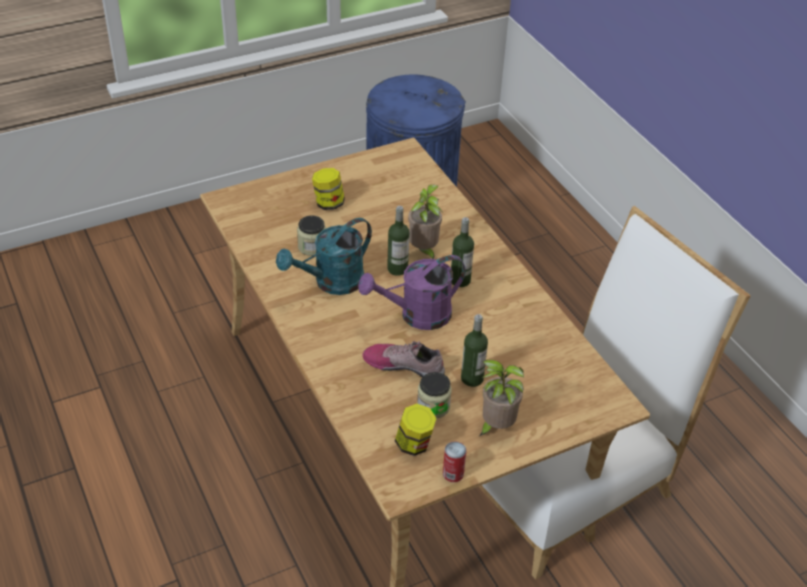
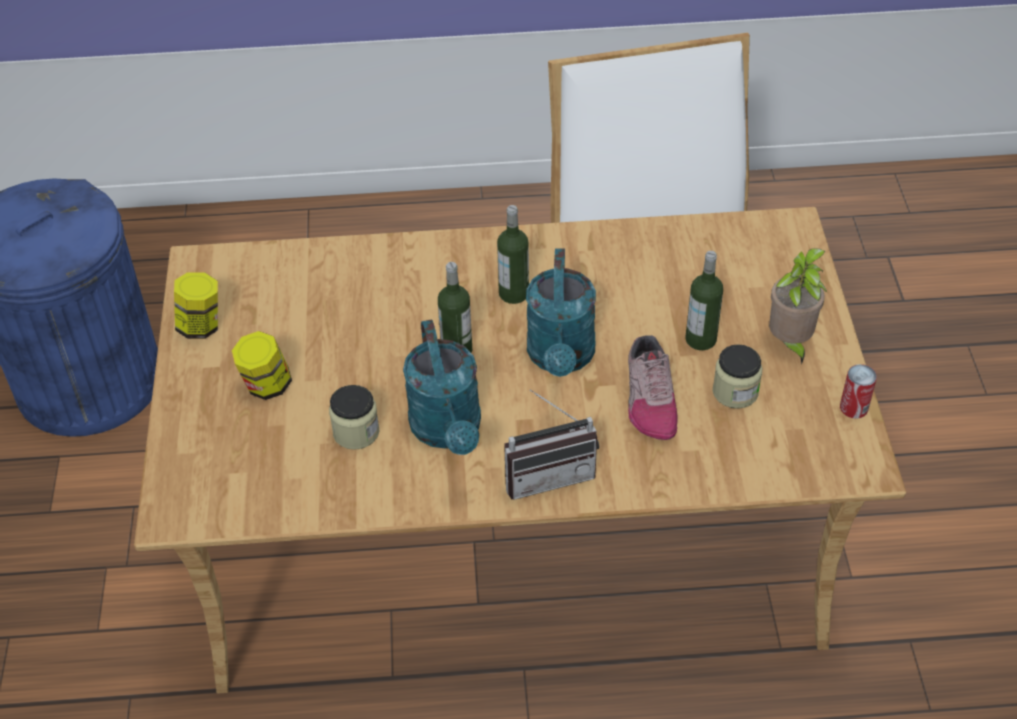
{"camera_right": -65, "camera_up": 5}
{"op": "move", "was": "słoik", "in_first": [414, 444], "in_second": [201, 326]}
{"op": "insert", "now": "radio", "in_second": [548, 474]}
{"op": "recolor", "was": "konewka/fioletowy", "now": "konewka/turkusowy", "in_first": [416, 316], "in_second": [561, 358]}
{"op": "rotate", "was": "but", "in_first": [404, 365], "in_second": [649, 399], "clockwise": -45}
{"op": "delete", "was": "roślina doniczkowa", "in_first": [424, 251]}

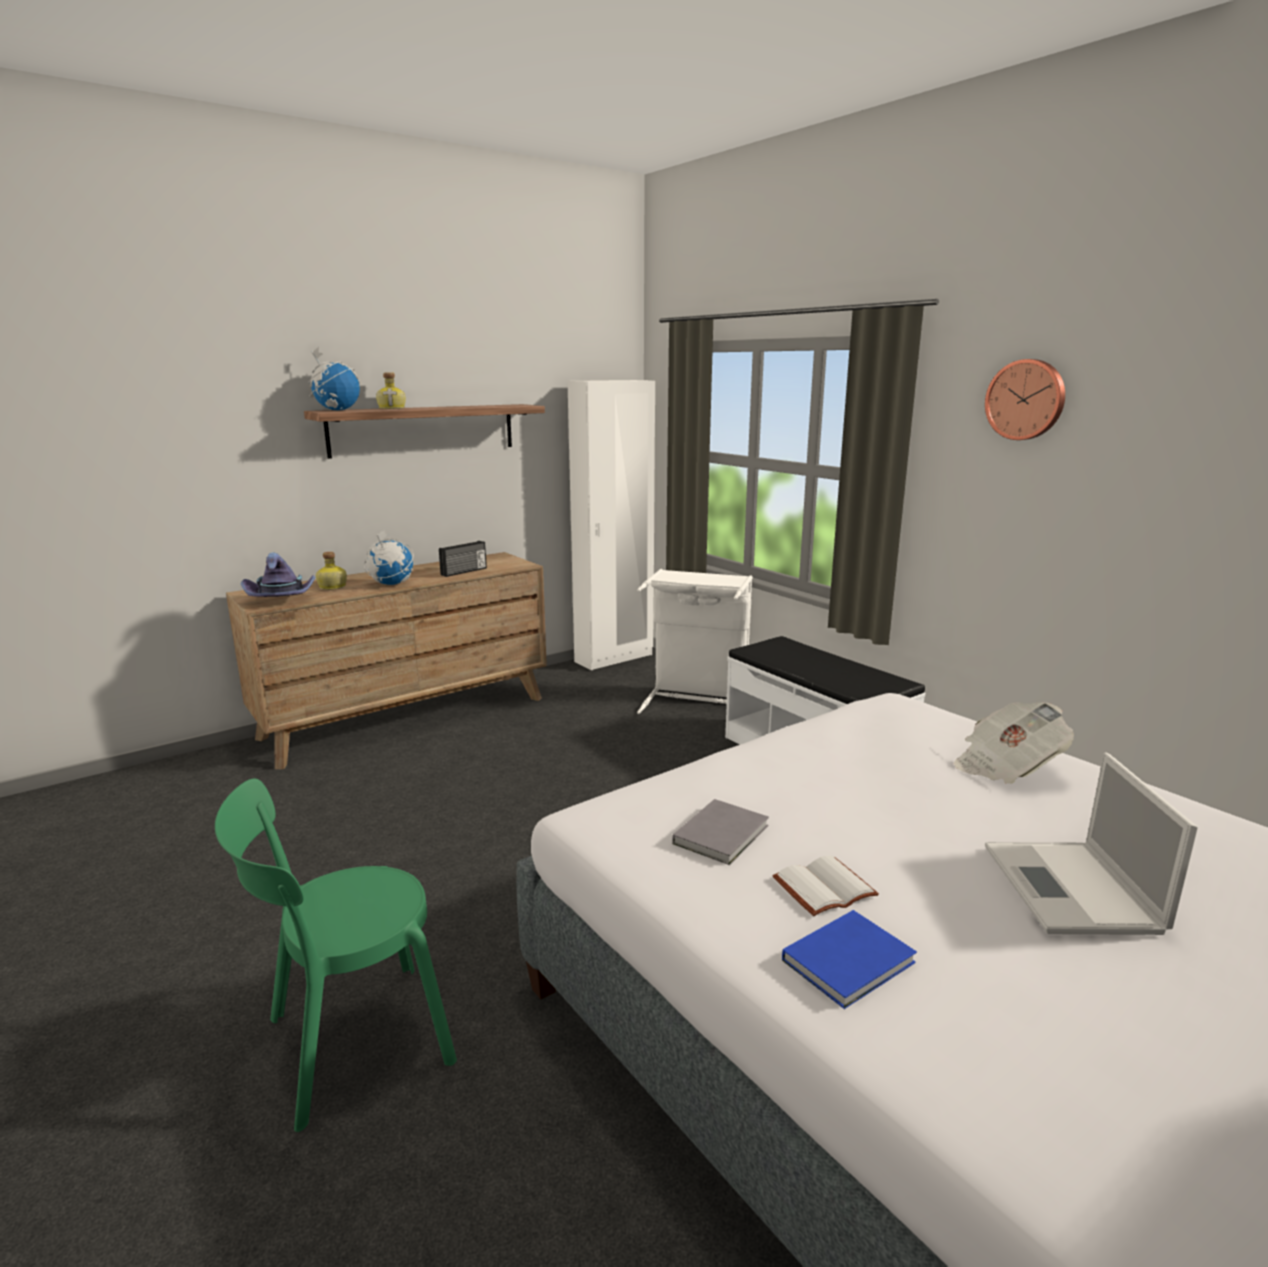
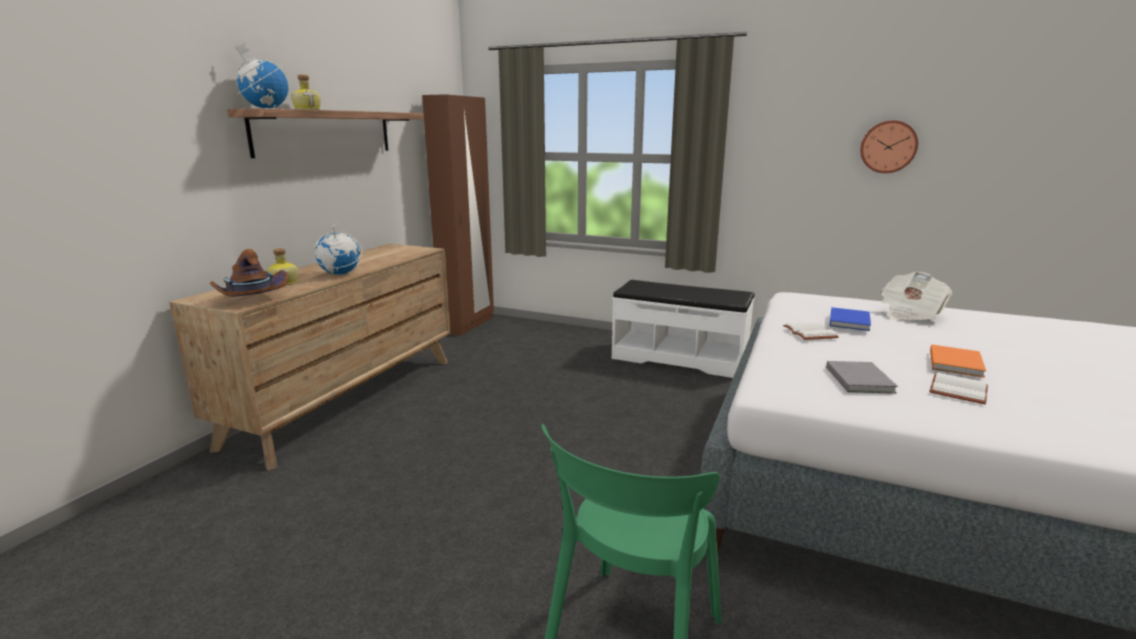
{"camera_right": -30, "camera_up": 0}
{"op": "recolor", "was": "kapelusz/fioletowy", "now": "kapelusz/brązowy", "in_first": [282, 599], "in_second": [251, 298]}
{"op": "recolor", "was": "szafa/biały", "now": "szafa/brązowy", "in_first": [614, 658], "in_second": [468, 324]}
{"op": "insert", "now": "książka/biały", "in_second": [808, 332]}
{"op": "move", "was": "książka/niebieski", "in_first": [852, 961], "in_second": [850, 321]}
{"op": "move", "was": "zegar ścienny", "in_first": [1026, 400], "in_second": [888, 147]}
{"op": "insert", "now": "książka/pomarańczowy", "in_second": [956, 363]}
{"op": "delete", "was": "radio", "in_first": [464, 572]}
{"op": "delete", "was": "kosz na pranie/biały", "in_first": [696, 701]}
{"op": "delete", "was": "laptop", "in_first": [1073, 890]}

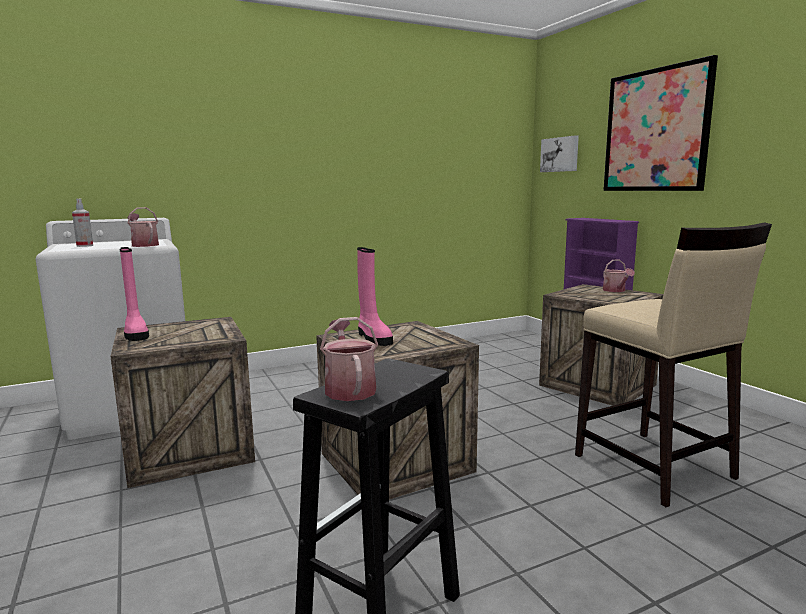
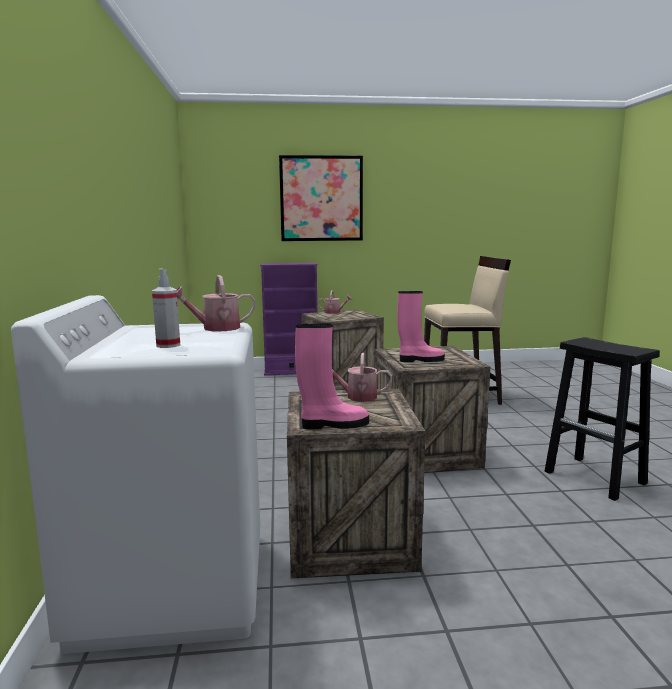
{"camera_right": -70, "camera_up": 0}
{"op": "move", "was": "konewka", "in_first": [349, 388], "in_second": [357, 396]}
{"op": "delete", "was": "obraz", "in_first": [560, 154]}

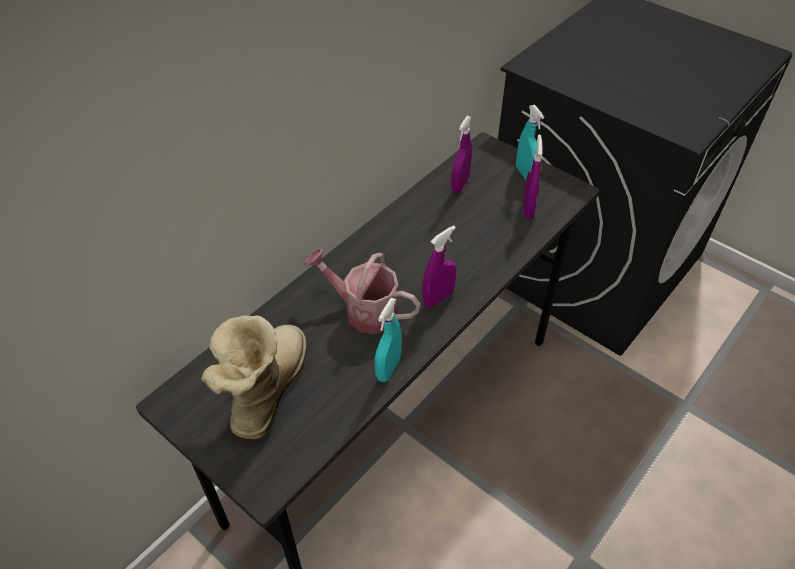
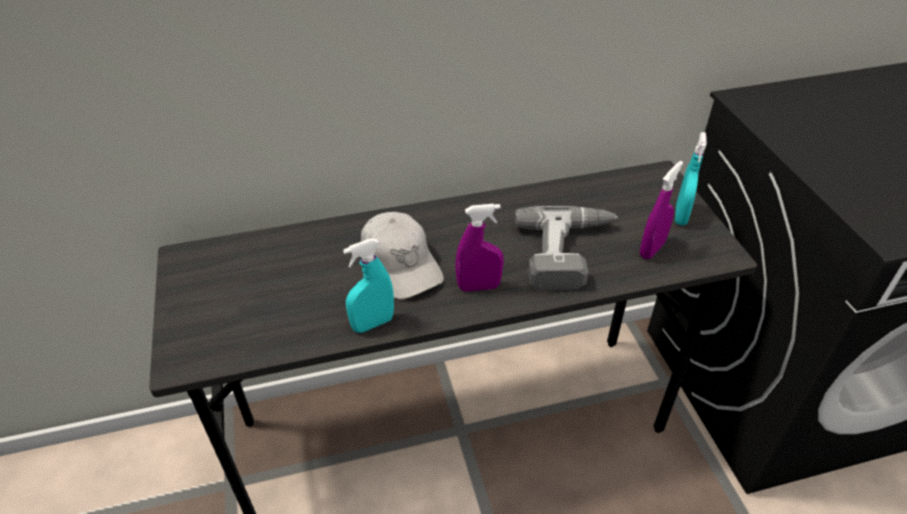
{"camera_right": 35, "camera_up": -5}
{"op": "replace", "was": "konewka", "now": "czapka z daszkiem/biały", "in_first": [364, 310], "in_second": [401, 264]}
{"op": "insert", "now": "wiertarka", "in_second": [569, 253]}
{"op": "delete", "was": "but z cholewką", "in_first": [264, 390]}
{"op": "delete", "was": "spryskiwacz/fioletowy", "in_first": [460, 185]}

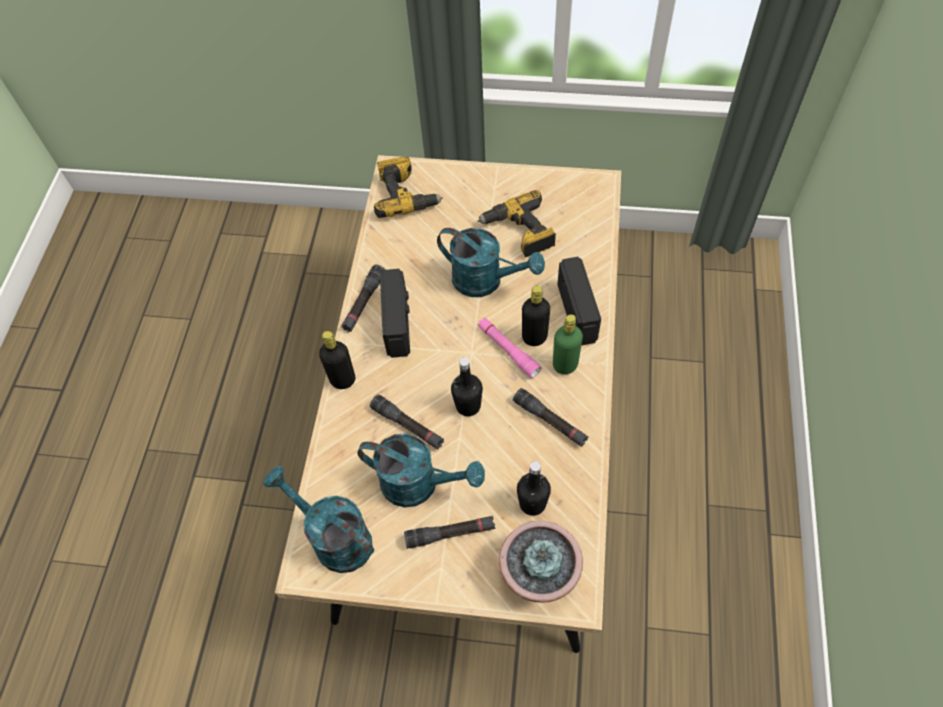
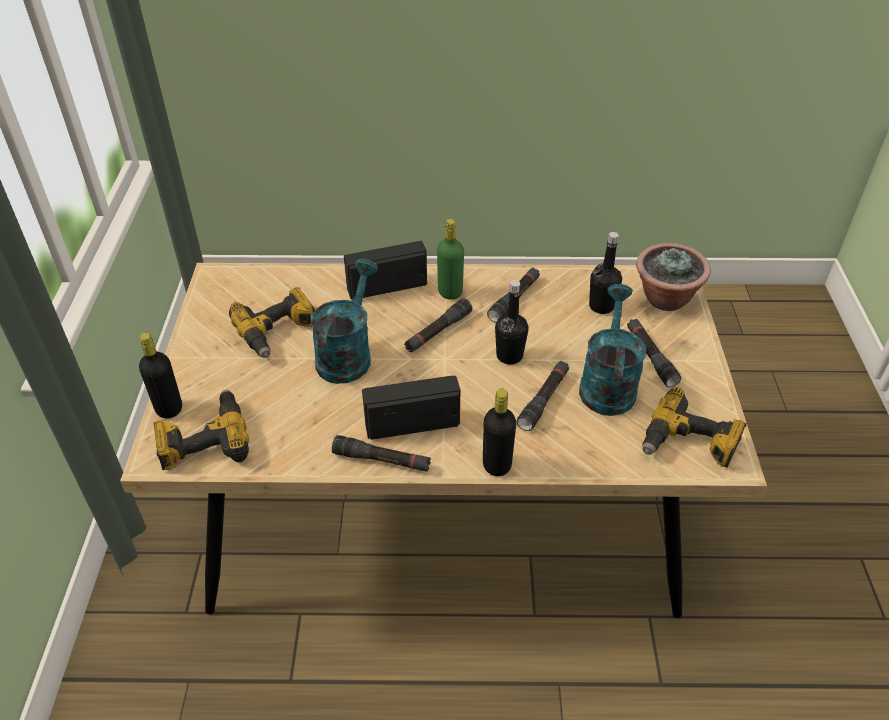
{"camera_right": -100, "camera_up": -15}
{"op": "move", "was": "butelka/czarny", "in_first": [534, 337], "in_second": [169, 408]}
{"op": "recolor", "was": "latarka/różowy", "now": "latarka/czarny", "in_first": [508, 350], "in_second": [438, 331]}
{"op": "replace", "was": "konewka/turkusowy", "now": "wiertarka", "in_first": [333, 537], "in_second": [689, 444]}

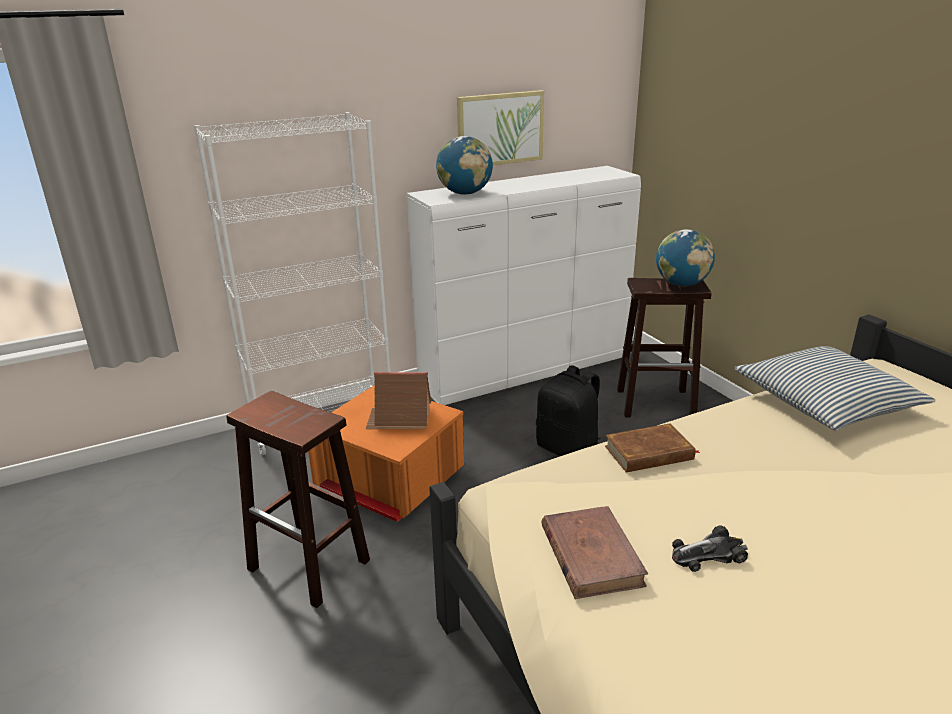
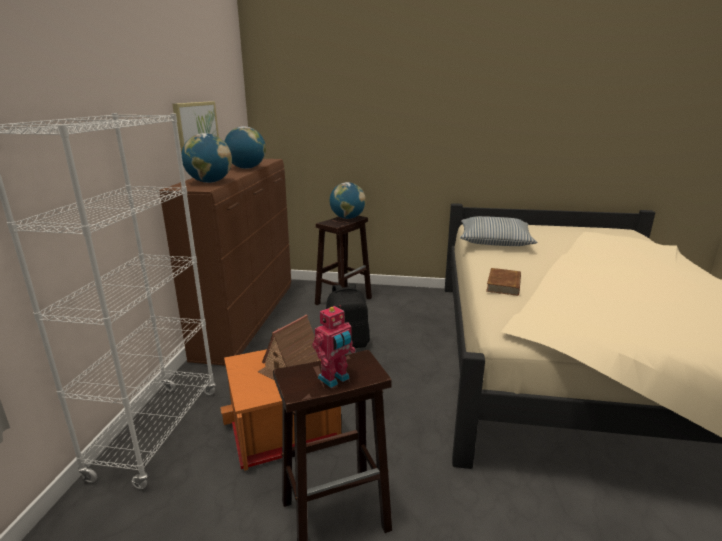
{"camera_right": -55, "camera_up": -5}
{"op": "recolor", "was": "komoda/biały", "now": "komoda/brązowy", "in_first": [527, 372], "in_second": [249, 320]}
{"op": "insert", "now": "globus", "in_second": [246, 168]}
{"op": "insert", "now": "robot zabawkowy", "in_second": [335, 379]}
{"op": "delete", "was": "książka/brązowy", "in_first": [591, 555]}
{"op": "delete", "was": "samochodzik", "in_first": [708, 554]}

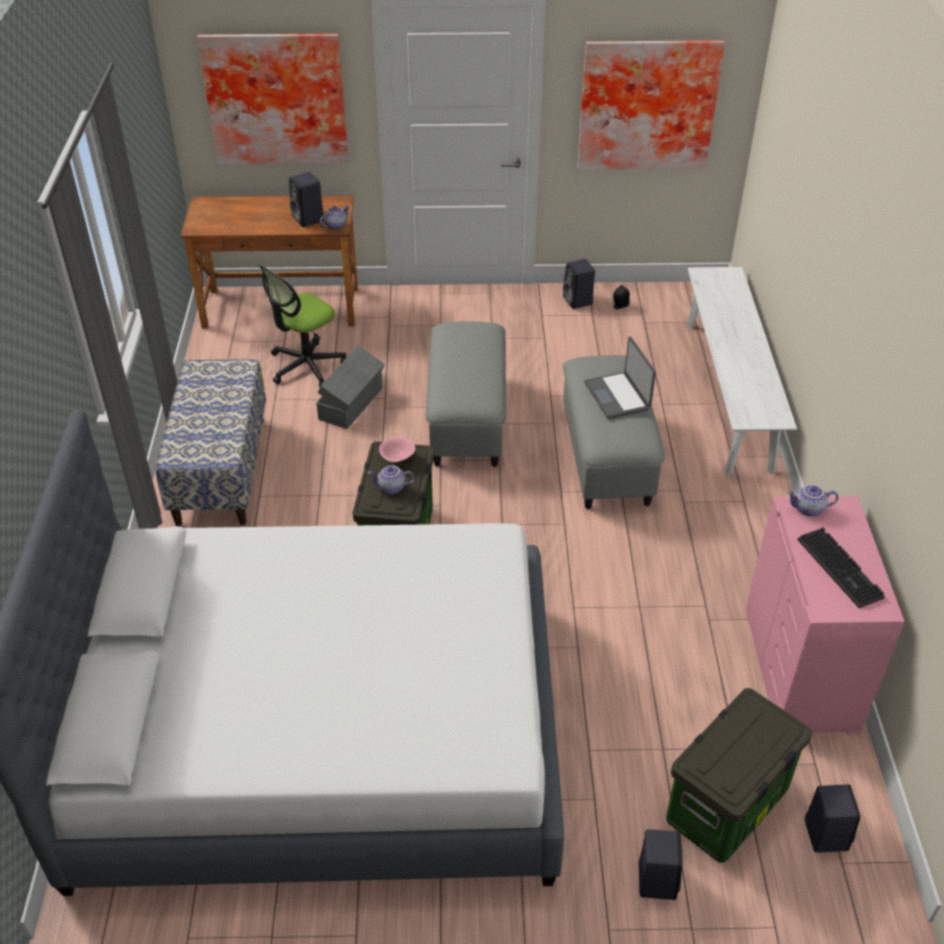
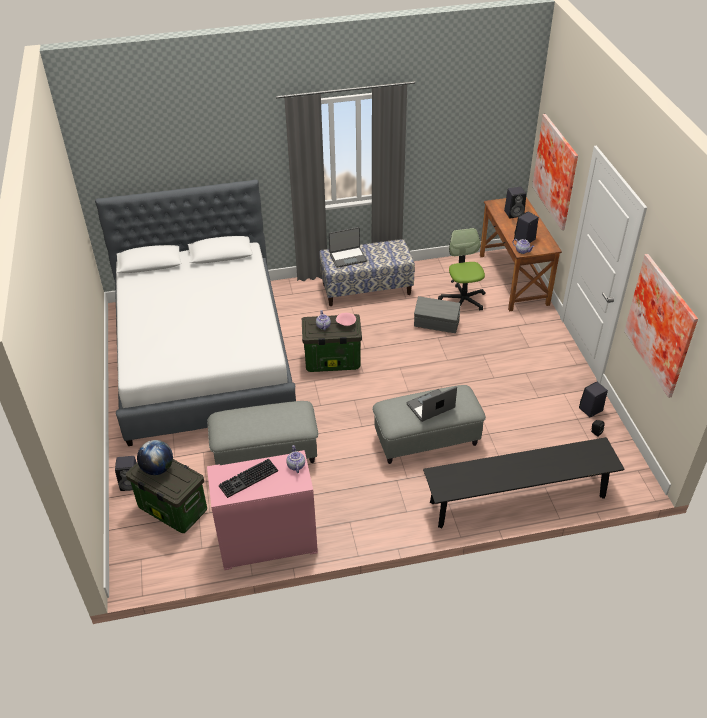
{"camera_right": 80, "camera_up": 0}
{"op": "insert", "now": "globus", "in_second": [157, 468]}
{"op": "move", "was": "pufa/szary", "in_first": [468, 420], "in_second": [265, 454]}
{"op": "insert", "now": "laptop", "in_second": [348, 257]}
{"op": "recolor", "was": "ławka/biały", "now": "ławka/czarny", "in_first": [728, 393], "in_second": [517, 499]}
{"op": "rotate", "was": "krzesło biurowe", "in_first": [306, 366], "in_second": [463, 300], "clockwise": 45}
{"op": "move", "was": "głośnik/czarny", "in_first": [825, 833], "in_second": [514, 213]}

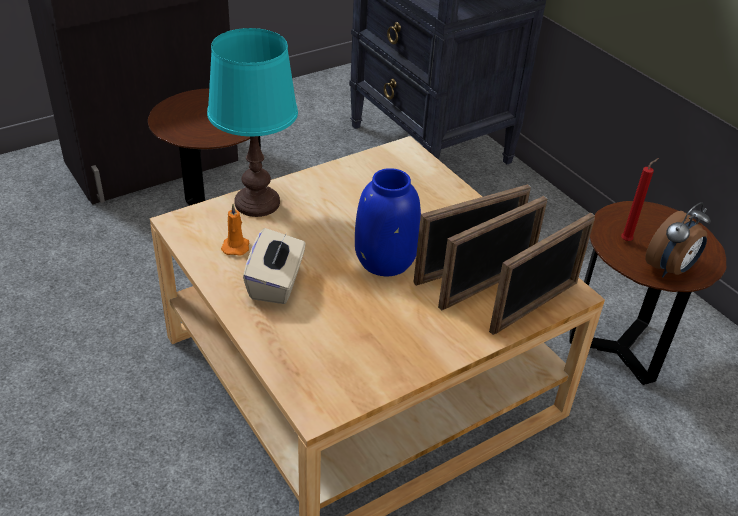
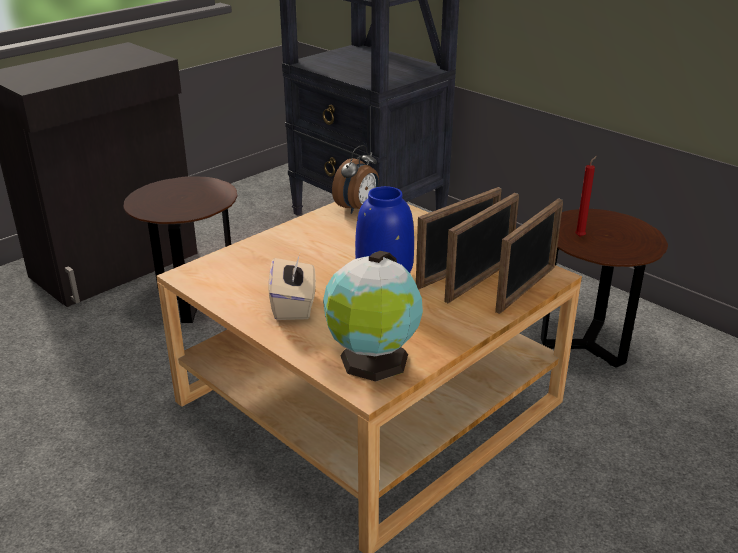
{"camera_right": -10, "camera_up": -10}
{"op": "insert", "now": "globus", "in_second": [373, 362]}
{"op": "move", "was": "budzik", "in_first": [670, 269], "in_second": [358, 208]}
{"op": "delete", "was": "lampa stołowa/turkusowy", "in_first": [258, 203]}
{"op": "delete", "was": "świeca/pomarańczowy", "in_first": [236, 246]}

